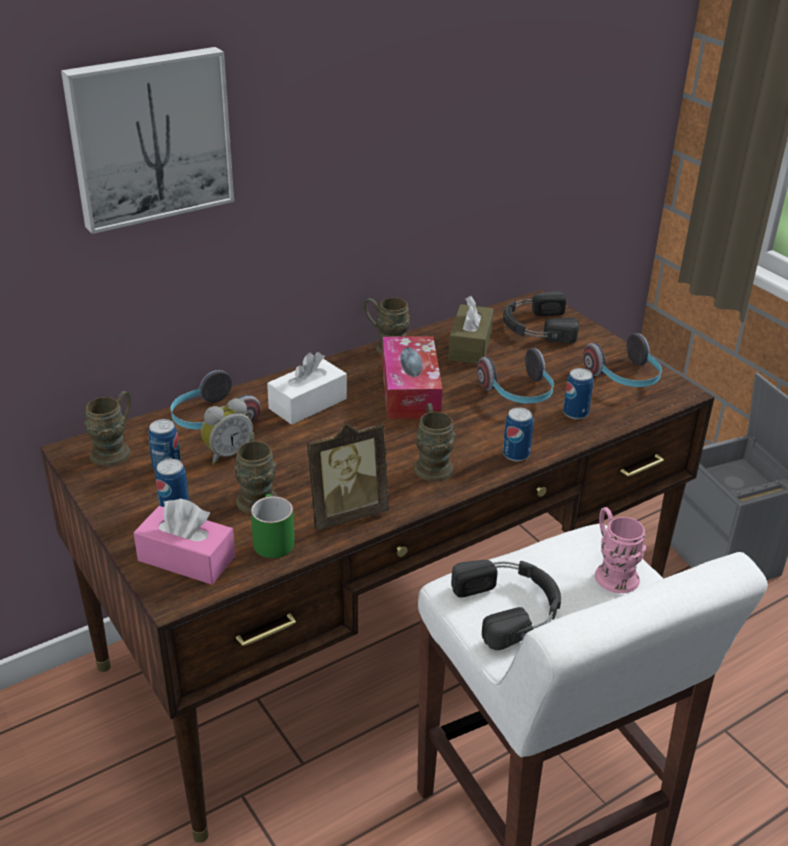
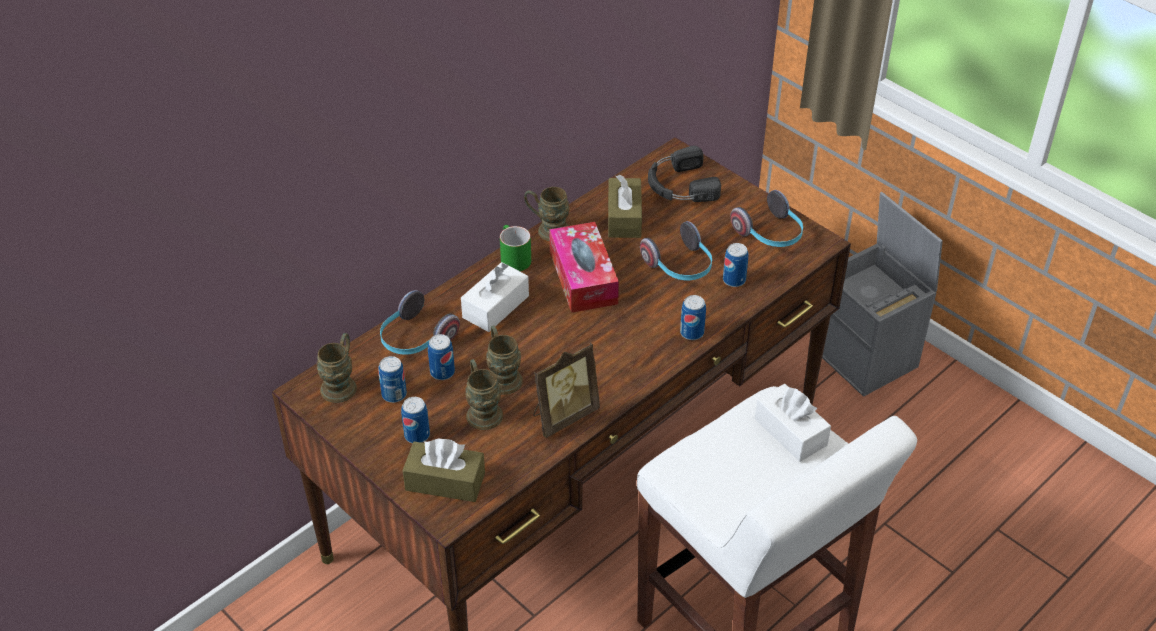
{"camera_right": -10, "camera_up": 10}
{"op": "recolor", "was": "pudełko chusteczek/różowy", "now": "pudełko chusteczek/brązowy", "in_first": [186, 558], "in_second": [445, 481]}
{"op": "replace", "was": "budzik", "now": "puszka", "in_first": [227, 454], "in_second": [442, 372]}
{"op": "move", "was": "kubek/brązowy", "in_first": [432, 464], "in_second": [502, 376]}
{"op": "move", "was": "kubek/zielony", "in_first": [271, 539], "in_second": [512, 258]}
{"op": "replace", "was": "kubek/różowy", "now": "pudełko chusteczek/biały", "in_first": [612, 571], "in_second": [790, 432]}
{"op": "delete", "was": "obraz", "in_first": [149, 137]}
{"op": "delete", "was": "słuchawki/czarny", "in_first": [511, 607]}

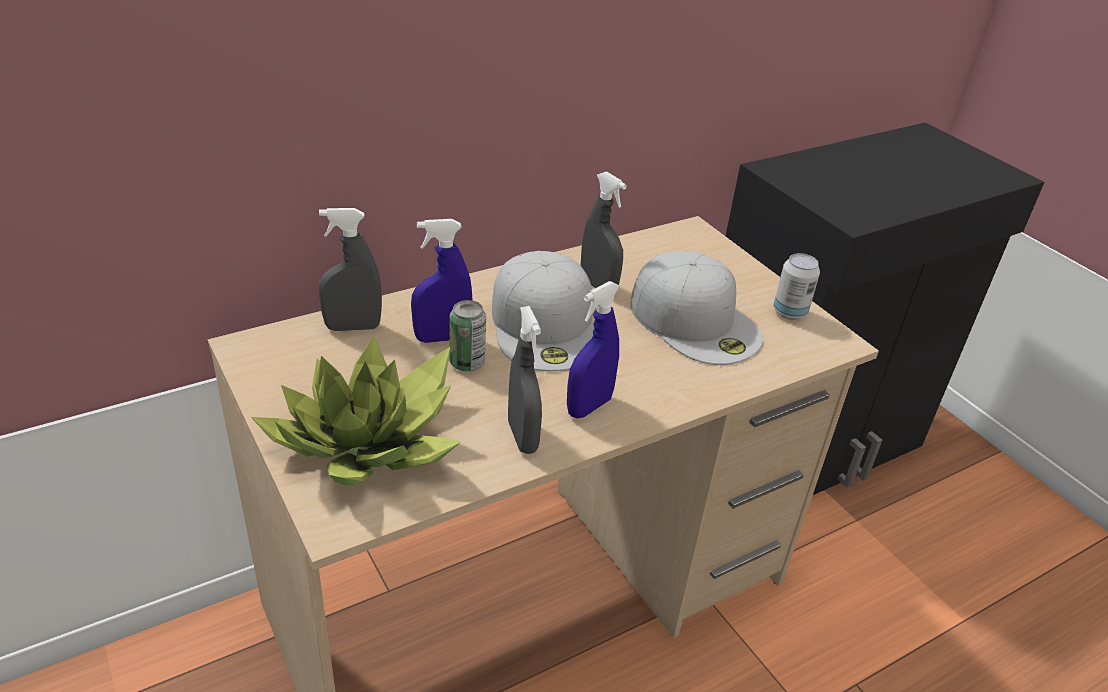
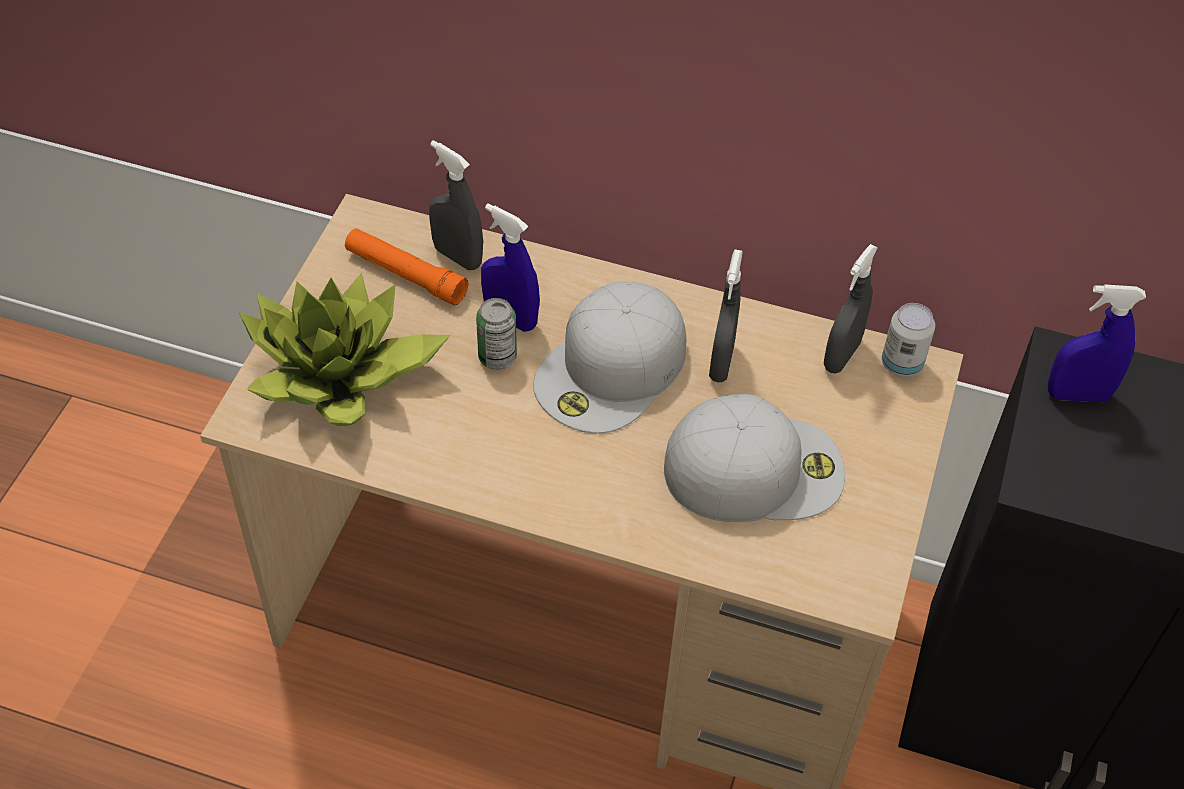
{"camera_right": 50, "camera_up": 15}
{"op": "insert", "now": "latarka/pomarańczowy", "in_second": [405, 275]}
{"op": "rotate", "was": "czapka z daszkiem/biały", "in_first": [696, 321], "in_second": [755, 468], "clockwise": -105}
{"op": "move", "was": "spryskiwacz/szary", "in_first": [522, 437], "in_second": [841, 356]}
{"op": "move", "was": "puszka", "in_first": [789, 312], "in_second": [901, 364]}
{"op": "move", "was": "spryskiwacz/niebieski", "in_first": [589, 407], "in_second": [1077, 395]}

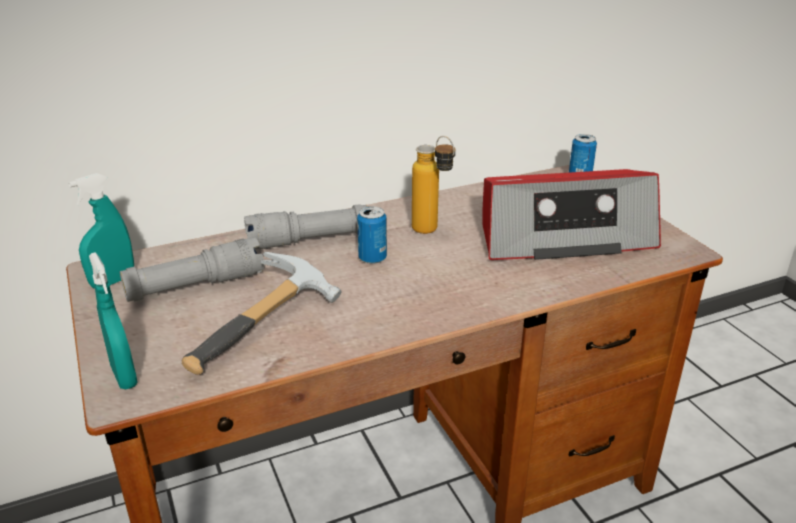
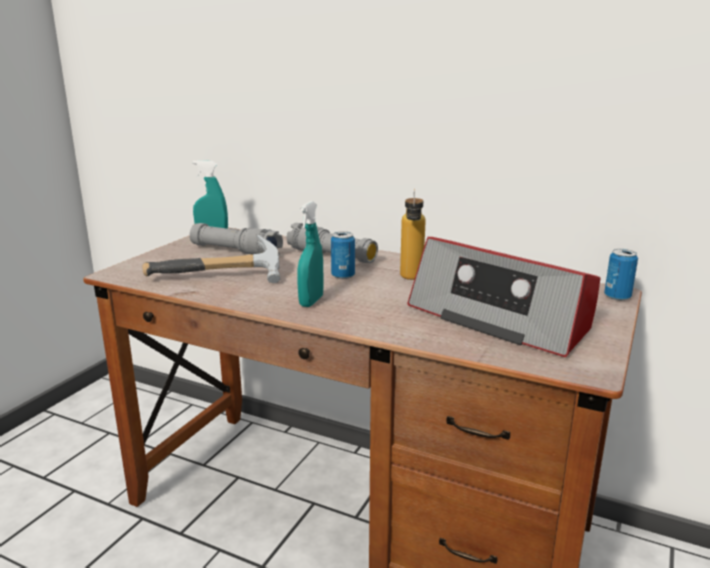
{"camera_right": 50, "camera_up": -10}
{"op": "move", "was": "spryskiwacz/turkusowy", "in_first": [124, 376], "in_second": [311, 301]}

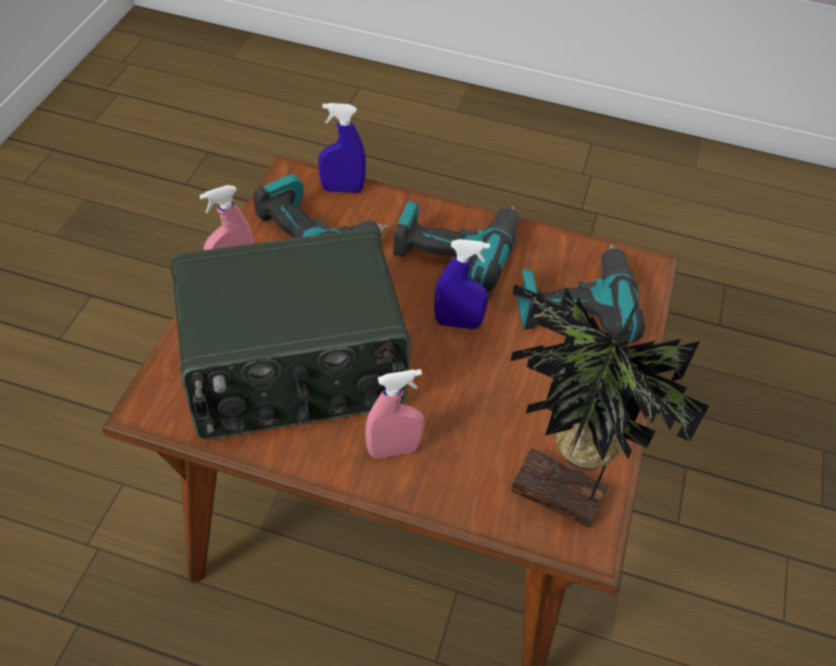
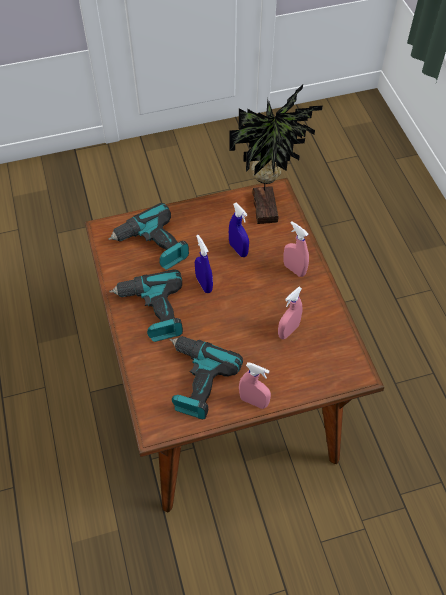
{"camera_right": -120, "camera_up": 5}
{"op": "move", "was": "spryskiwacz/niebieski", "in_first": [342, 189], "in_second": [238, 249]}
{"op": "replace", "was": "radio", "now": "spryskiwacz/różowy", "in_first": [294, 371], "in_second": [288, 331]}

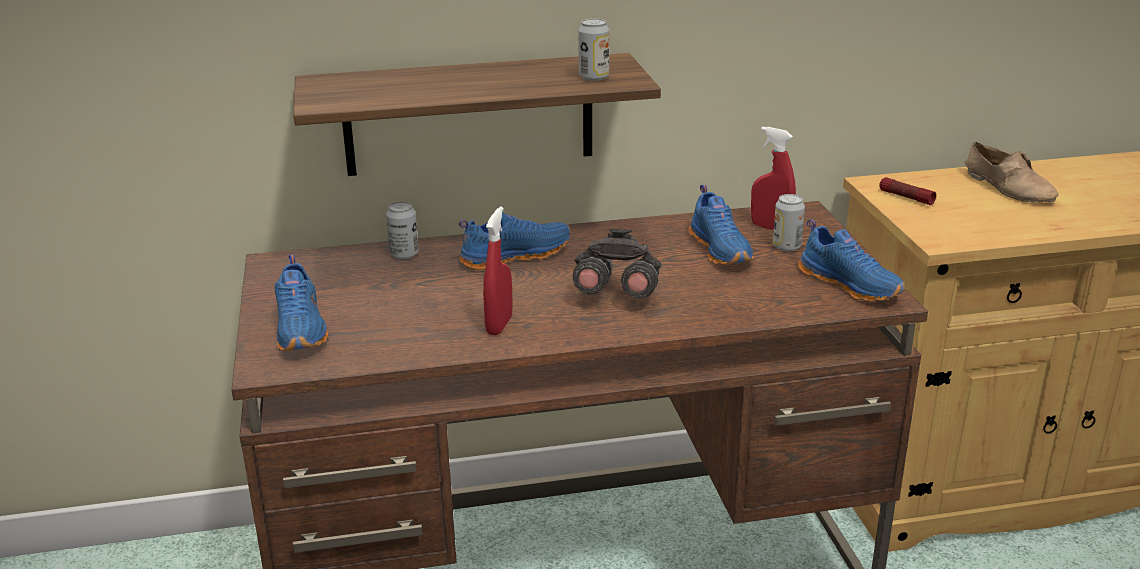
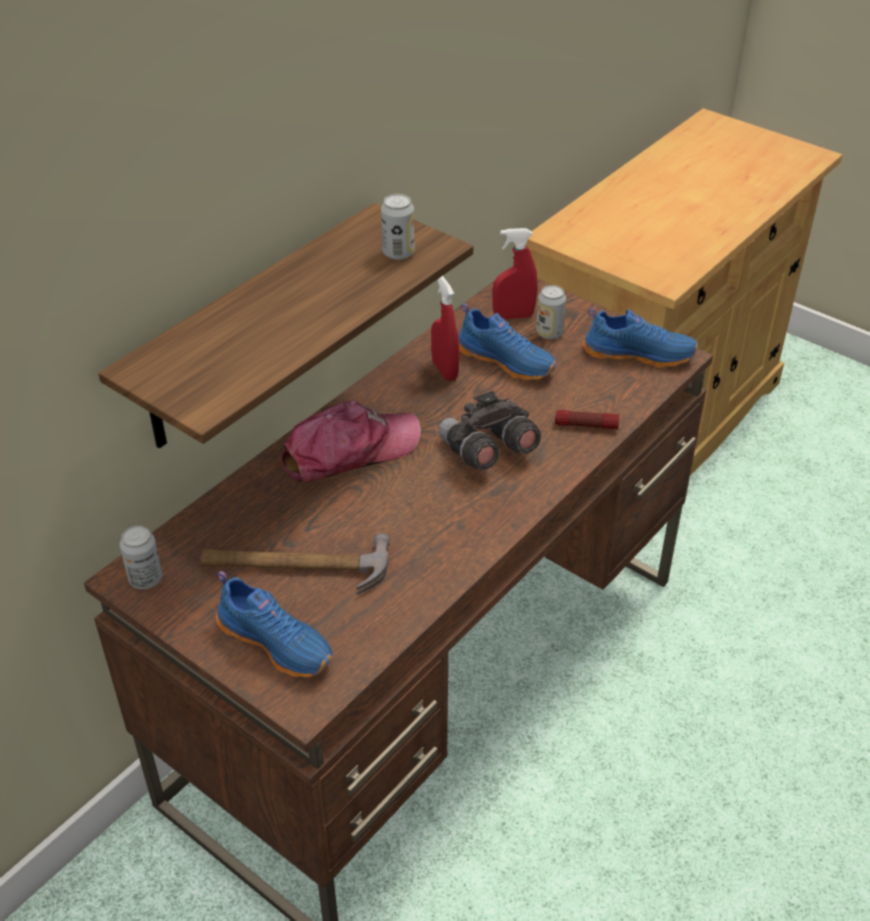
{"camera_right": -40, "camera_up": 15}
{"op": "move", "was": "puszka", "in_first": [404, 254], "in_second": [146, 579]}
{"op": "insert", "now": "młotek", "in_second": [294, 566]}
{"op": "replace", "was": "but/niebieski", "now": "czapka z daszkiem", "in_first": [514, 255], "in_second": [349, 451]}
{"op": "move", "was": "spryskiwacz/czerwony", "in_first": [499, 325], "in_second": [444, 370]}
{"op": "move", "was": "latarka", "in_first": [906, 197], "in_second": [586, 425]}
{"op": "delete", "was": "but/beżowy", "in_first": [1009, 187]}

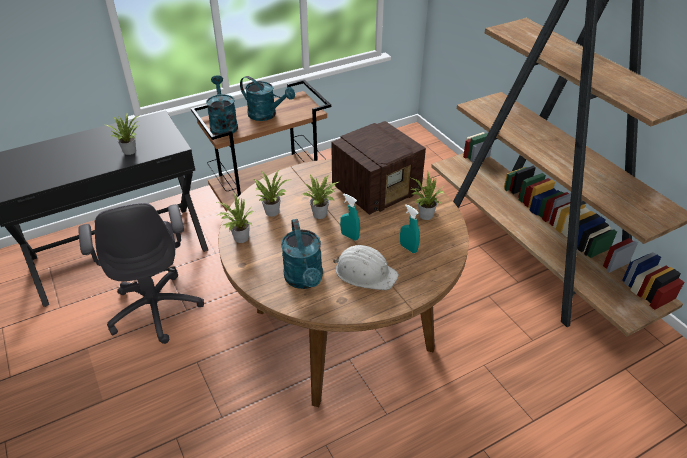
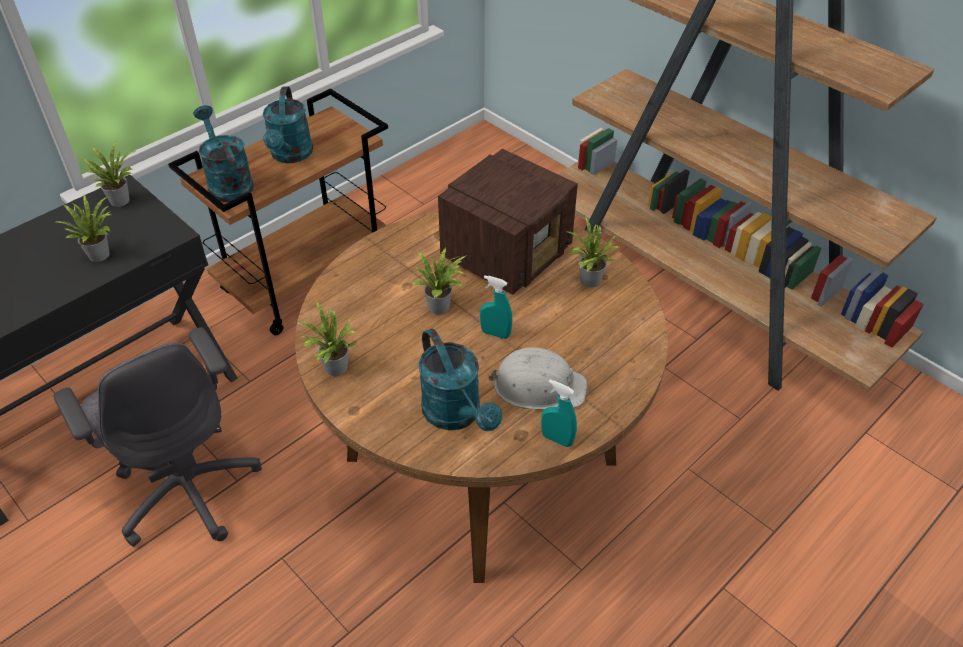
{"camera_right": -15, "camera_up": 5}
{"op": "move", "was": "roślina doniczkowa", "in_first": [272, 211], "in_second": [119, 199]}
{"op": "rotate", "was": "konewka/turkusowy", "in_first": [266, 115], "in_second": [290, 156], "clockwise": 75}
{"op": "move", "was": "spryskiwacz/turkusowy", "in_first": [408, 248], "in_second": [557, 439]}

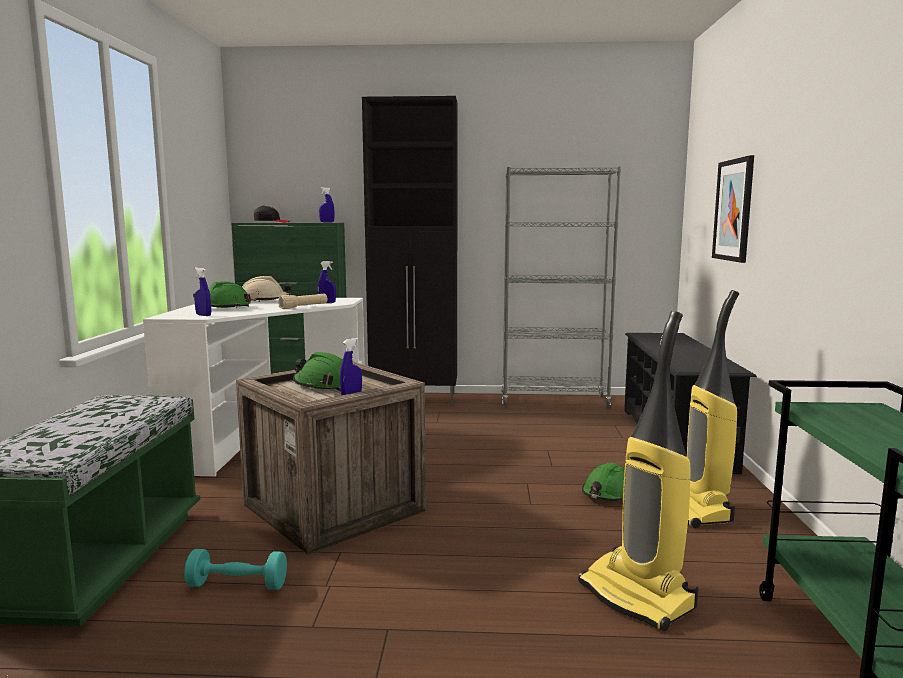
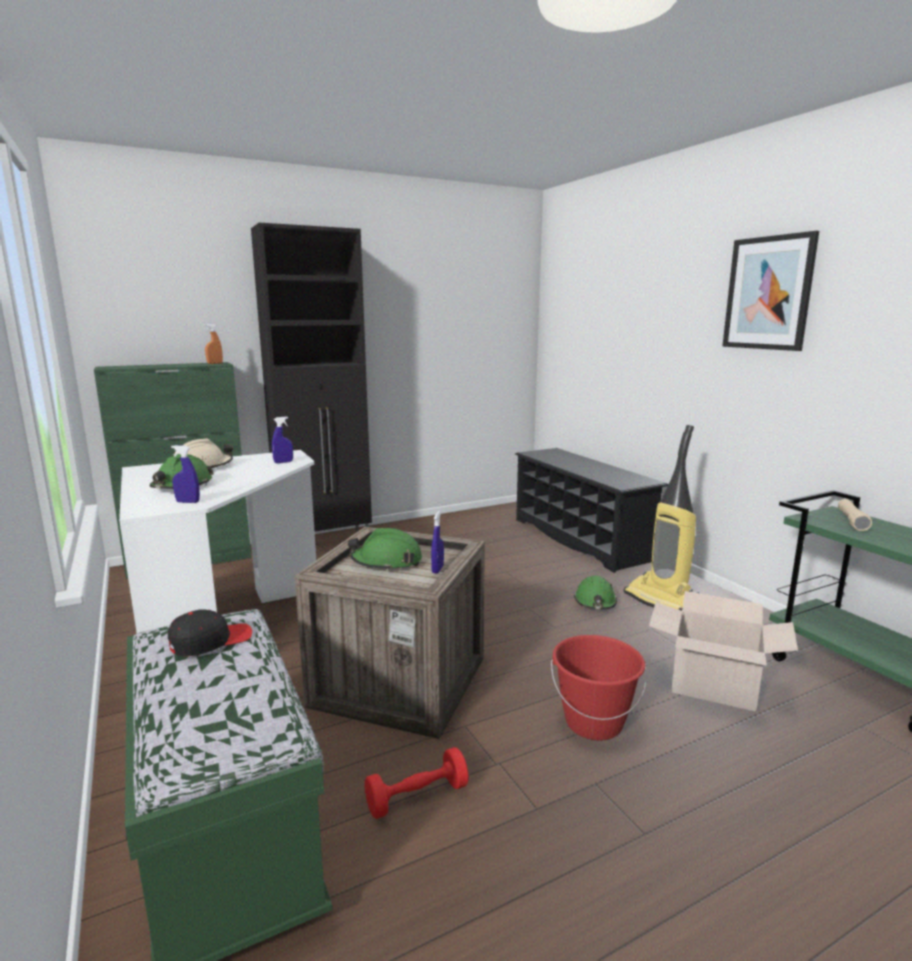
{"camera_right": -30, "camera_up": 5}
{"op": "move", "was": "czapka z daszkiem/czarny", "in_first": [271, 222], "in_second": [210, 641]}
{"op": "recolor", "was": "spryskiwacz/niebieski", "now": "spryskiwacz/pomarańczowy", "in_first": [327, 222], "in_second": [215, 363]}
{"op": "recolor", "was": "hantel/turkusowy", "now": "hantel/czerwony", "in_first": [237, 585], "in_second": [417, 797]}
{"op": "insert", "now": "wiadro/czerwony", "in_second": [593, 722]}
{"op": "replace", "was": "odkurzacz", "now": "karton", "in_first": [638, 596], "in_second": [714, 685]}
{"op": "move", "was": "obraz", "in_first": [733, 210], "in_second": [768, 293]}
{"op": "move", "was": "latarka/beżowy", "in_first": [303, 307], "in_second": [851, 521]}
{"op": "delete", "was": "regał/szary", "in_first": [554, 401]}

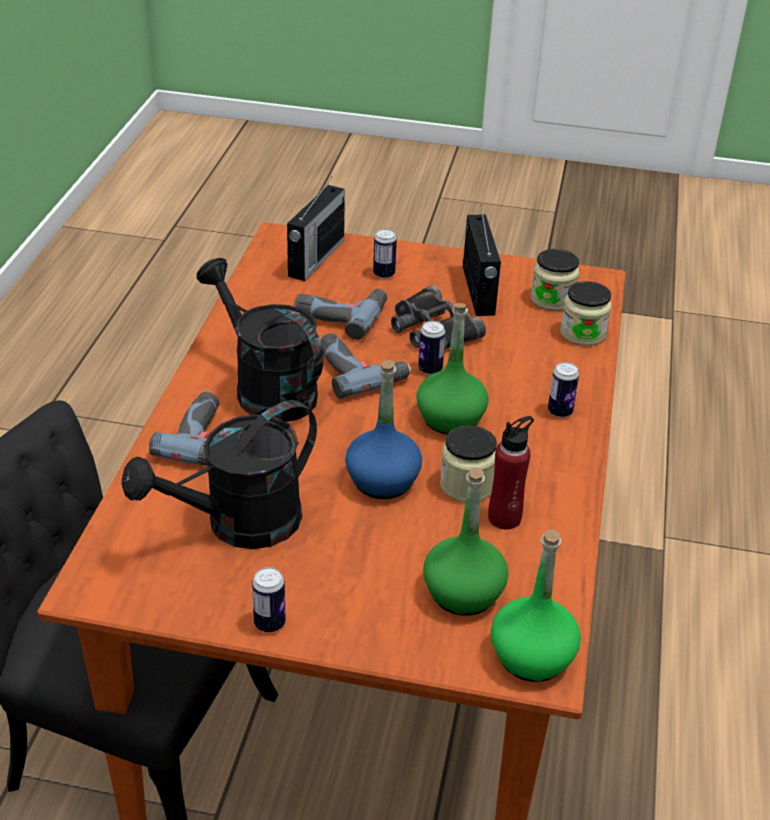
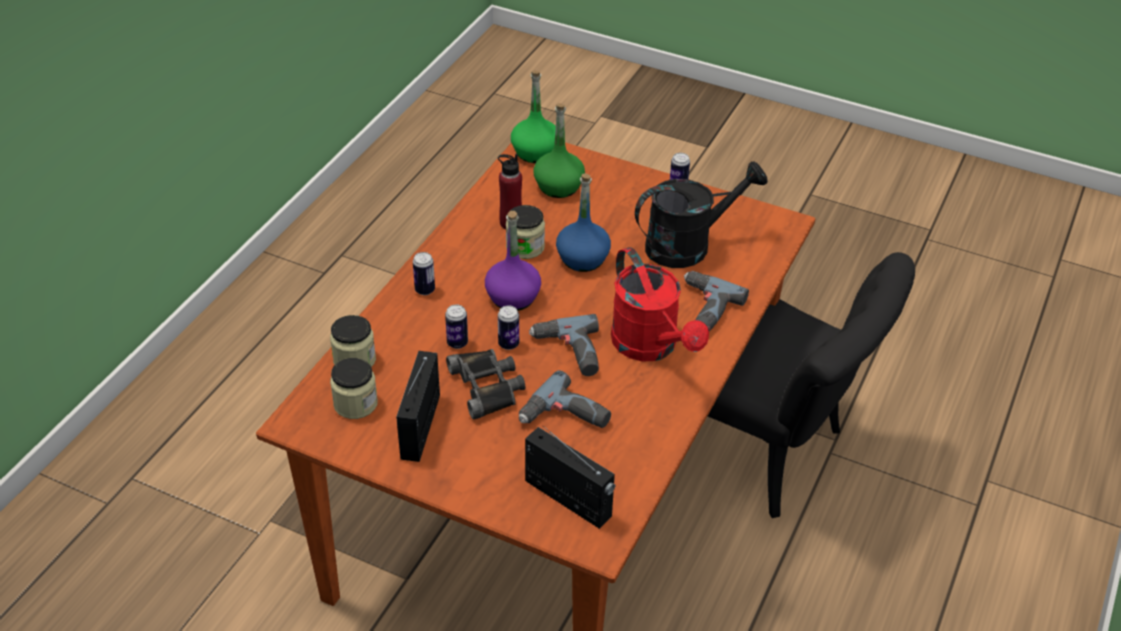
{"camera_right": -165, "camera_up": 5}
{"op": "move", "was": "puszka", "in_first": [384, 274], "in_second": [457, 343]}
{"op": "recolor", "was": "butelka/zielony", "now": "butelka/fioletowy", "in_first": [450, 418], "in_second": [513, 297]}
{"op": "rotate", "was": "radio", "in_first": [315, 259], "in_second": [569, 499], "clockwise": 90}
{"op": "recolor", "was": "konewka/czarny", "now": "konewka/czerwony", "in_first": [266, 388], "in_second": [651, 347]}

